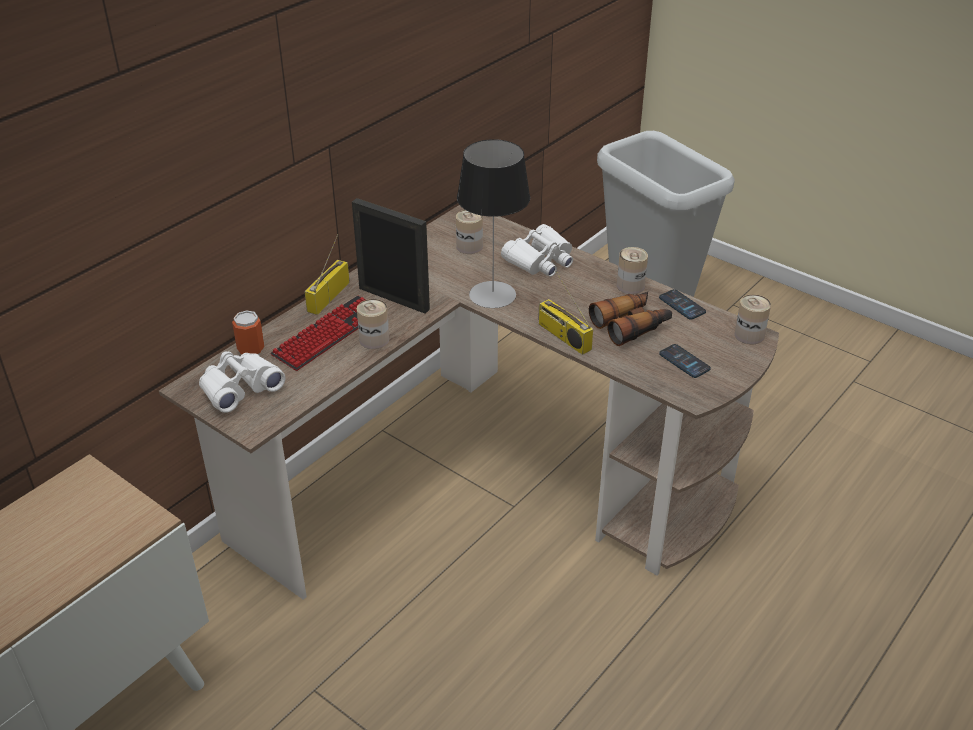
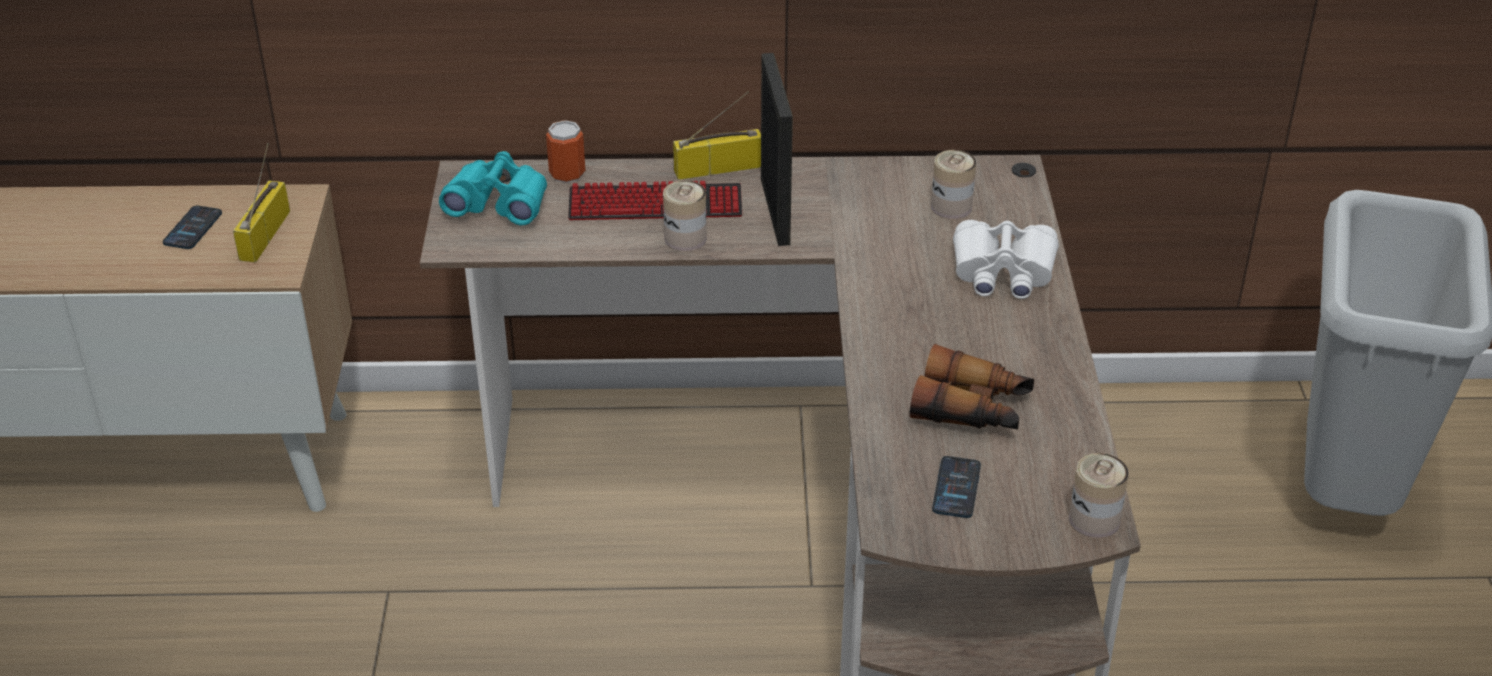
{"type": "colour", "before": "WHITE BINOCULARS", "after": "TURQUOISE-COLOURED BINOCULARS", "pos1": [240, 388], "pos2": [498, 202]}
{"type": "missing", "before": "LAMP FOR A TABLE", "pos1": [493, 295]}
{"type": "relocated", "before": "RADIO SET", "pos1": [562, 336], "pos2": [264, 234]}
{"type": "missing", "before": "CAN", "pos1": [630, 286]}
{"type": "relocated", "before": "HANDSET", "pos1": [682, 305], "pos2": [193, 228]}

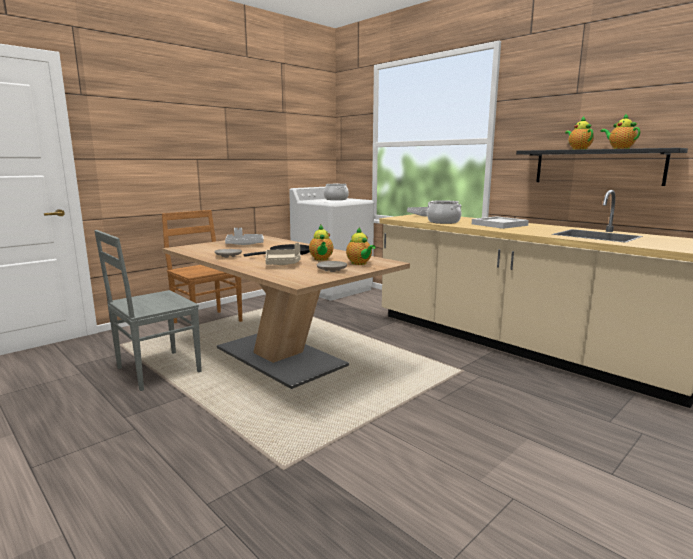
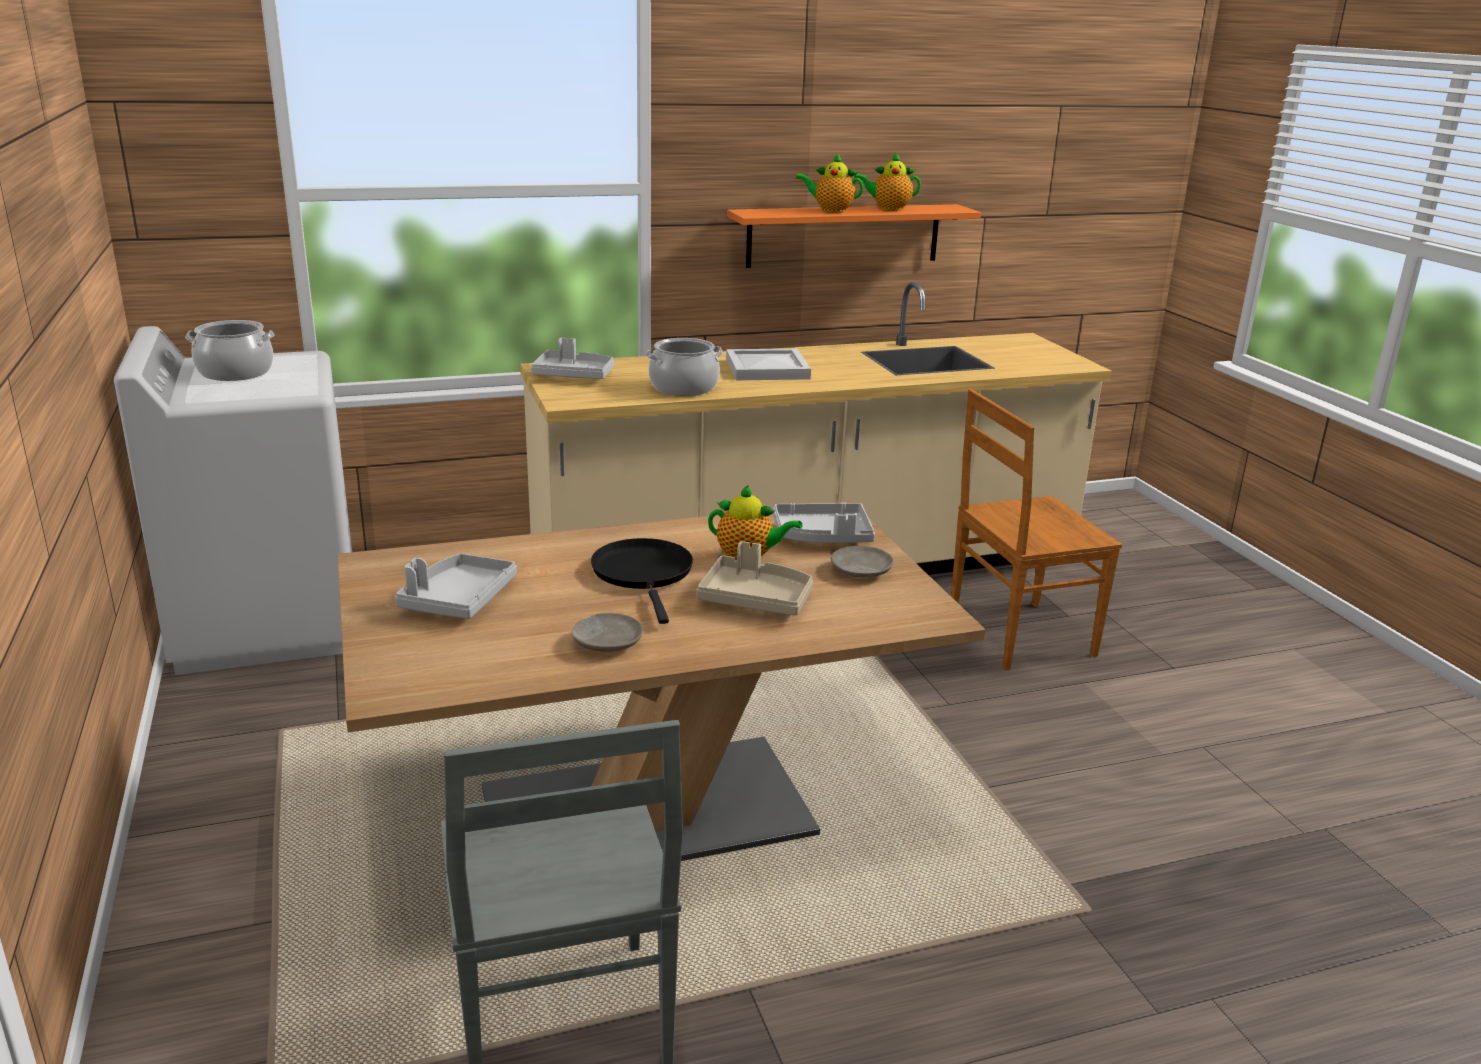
{"type": "relocated", "before": "BROWN UPRIGHT CHAIR", "pos1": [207, 321], "pos2": [1017, 635]}
{"type": "exchanged", "before": "TEAPOT", "after": "GRAY CARRYING TRAY", "pos1": [360, 263], "pos2": [823, 536]}
{"type": "colour", "before": "BLACK BRACKET SHELF", "after": "ORANGEY BRACKET SHELF", "pos1": [597, 167], "pos2": [844, 235]}

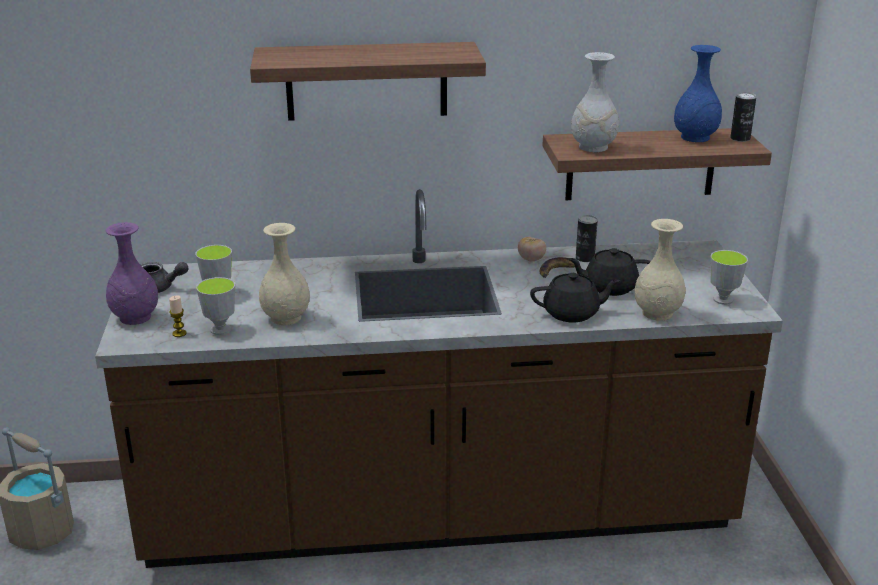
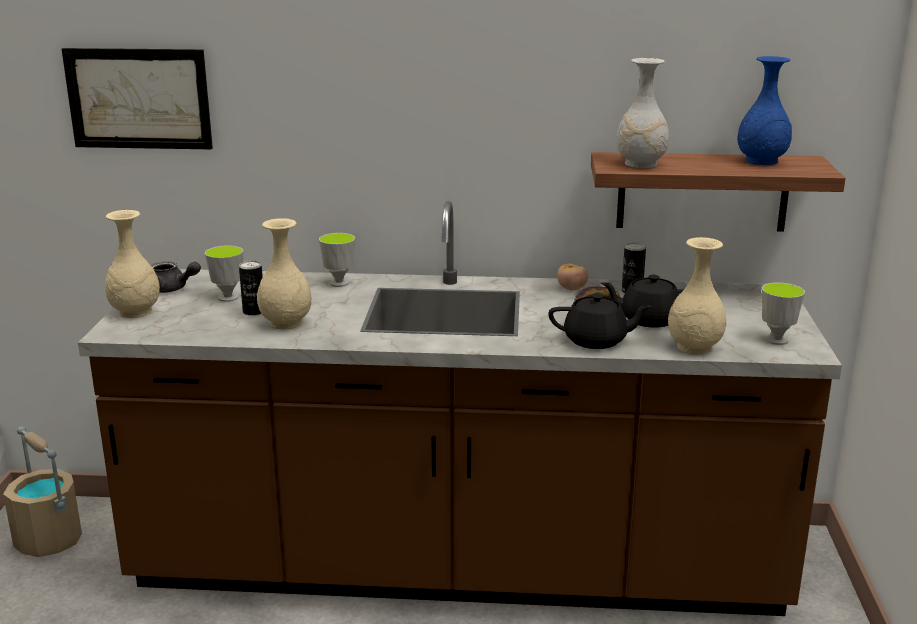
{"type": "colour", "before": "PURPLE VASE", "after": "SAND-COLOURED VASE", "pos1": [134, 317], "pos2": [134, 312]}
{"type": "missing", "before": "WAX CANDLE", "pos1": [179, 333]}
{"type": "relocated", "before": "DRINKING CUP", "pos1": [220, 330], "pos2": [339, 283]}
{"type": "missing", "before": "BRACKET SHELF", "pos1": [366, 81]}
{"type": "relocated", "before": "CAN", "pos1": [740, 138], "pos2": [254, 311]}
{"type": "appeared", "after": "WALL PICTURE", "pos2": [139, 98]}

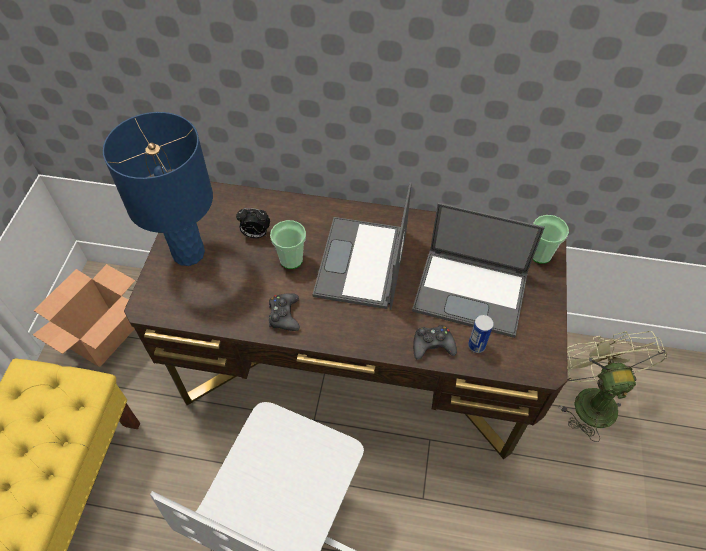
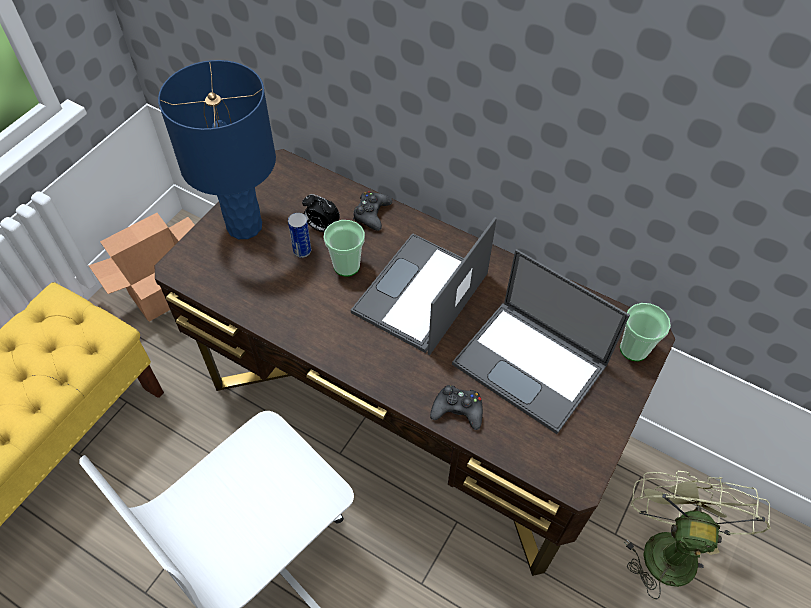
{"type": "relocated", "before": "BLACK GAME CONTROLLER", "pos1": [284, 315], "pos2": [371, 214]}
{"type": "relocated", "before": "CAN", "pos1": [476, 345], "pos2": [302, 251]}

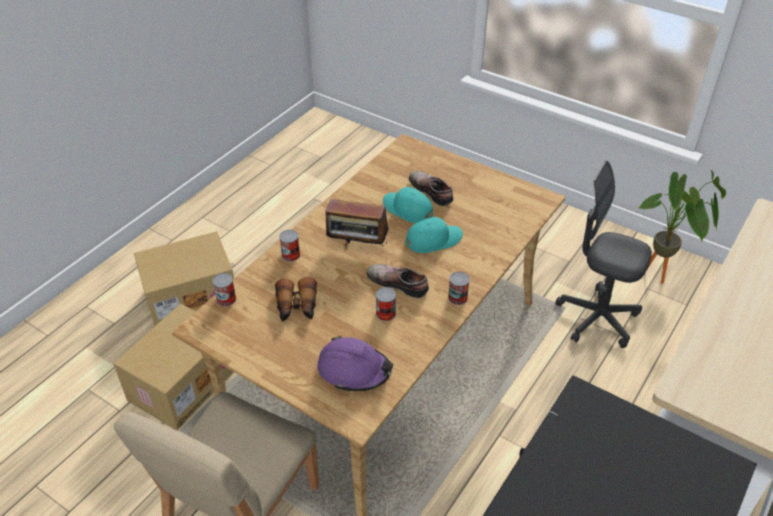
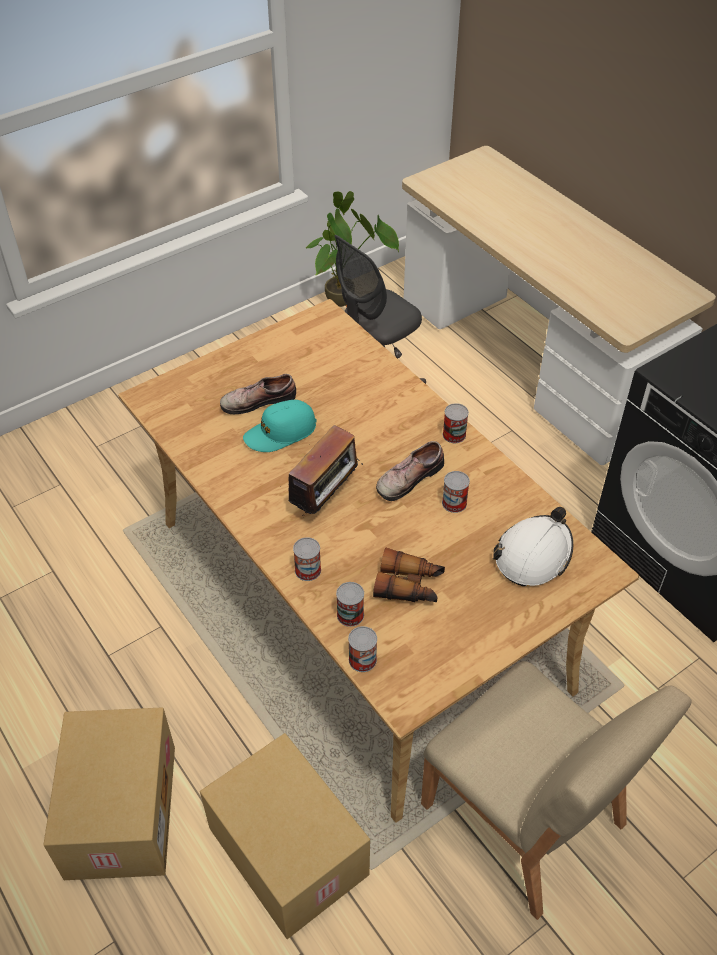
{"type": "colour", "before": "PURPLE SAFETY HELMET", "after": "WHITE SAFETY HELMET", "pos1": [354, 370], "pos2": [533, 555]}
{"type": "missing", "before": "TURQUOISE-COLOURED PEAKED CAP", "pos1": [433, 240]}
{"type": "appeared", "after": "CAN", "pos2": [350, 615]}

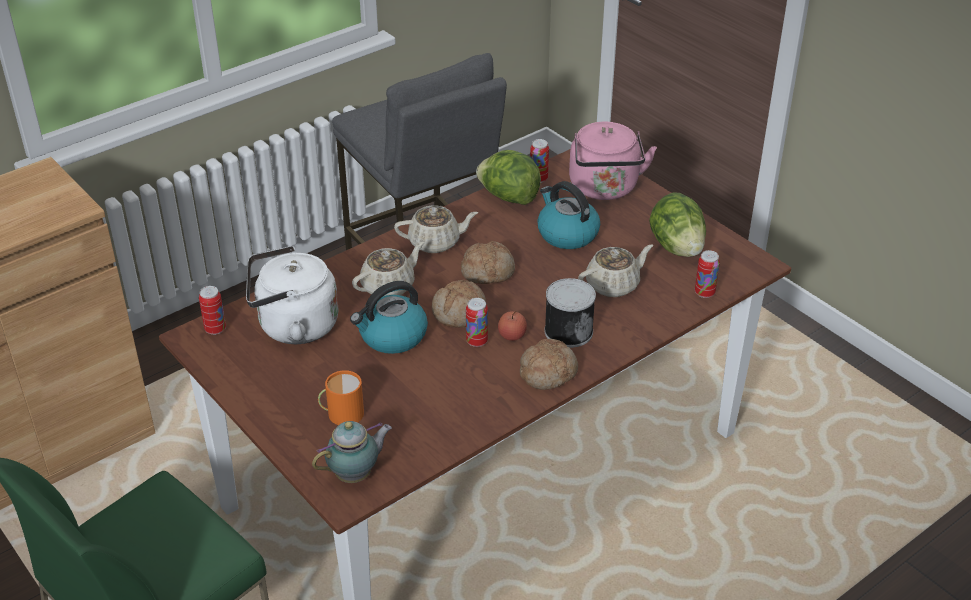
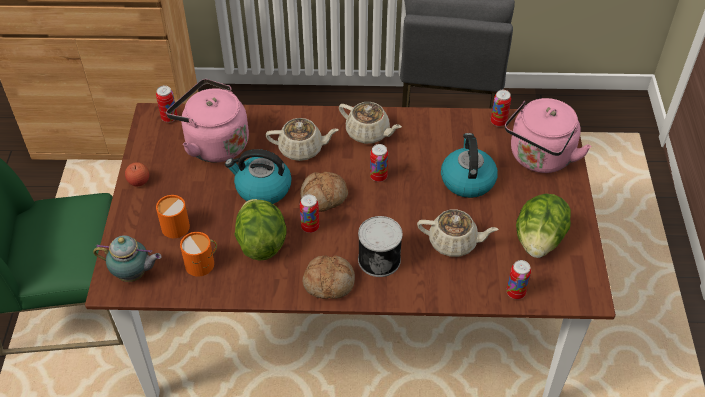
{"type": "colour", "before": "WHITE WATER KETTLE", "after": "PINK-COLOURED WATER KETTLE", "pos1": [293, 326], "pos2": [213, 143]}
{"type": "exchanged", "before": "BREAD", "after": "CAN", "pos1": [488, 271], "pos2": [378, 177]}
{"type": "relocated", "before": "LETTUCE", "pos1": [508, 197], "pos2": [261, 242]}
{"type": "relocated", "before": "WHOLE APPLE", "pos1": [512, 336], "pos2": [139, 181]}
{"type": "appeared", "after": "ORANGEY COFFEE MUG", "pos2": [203, 263]}

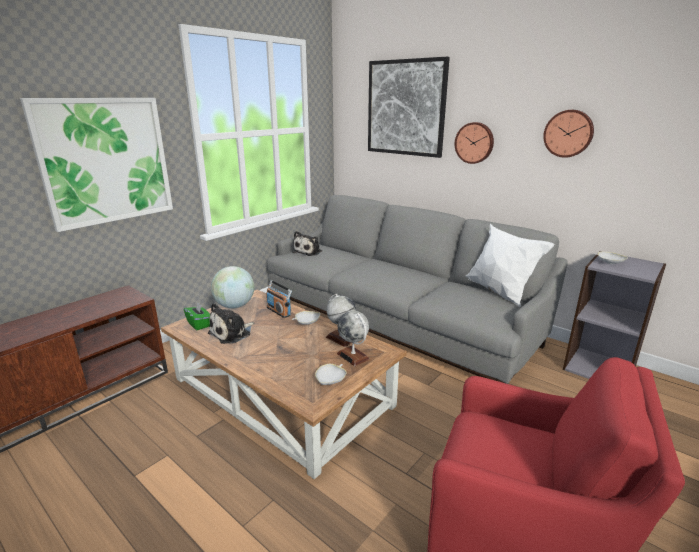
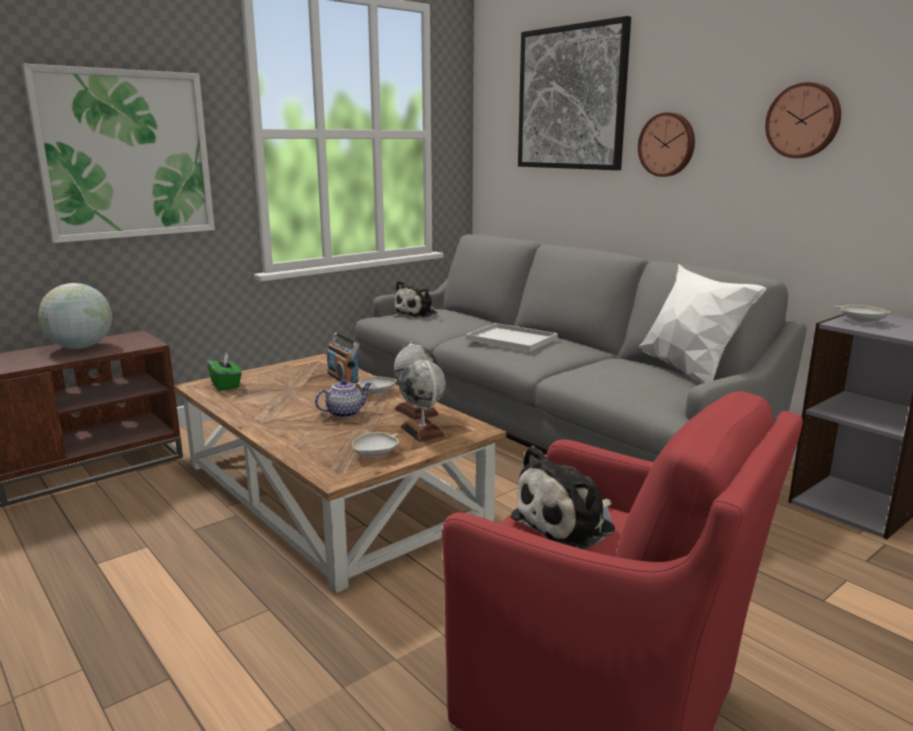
{"type": "relocated", "before": "PLUSH TOY", "pos1": [232, 333], "pos2": [568, 523]}
{"type": "relocated", "before": "GLOBE", "pos1": [235, 306], "pos2": [80, 347]}
{"type": "appeared", "after": "TEAPOT", "pos2": [345, 413]}
{"type": "appeared", "after": "WHITE CARRYING TRAY", "pos2": [513, 339]}

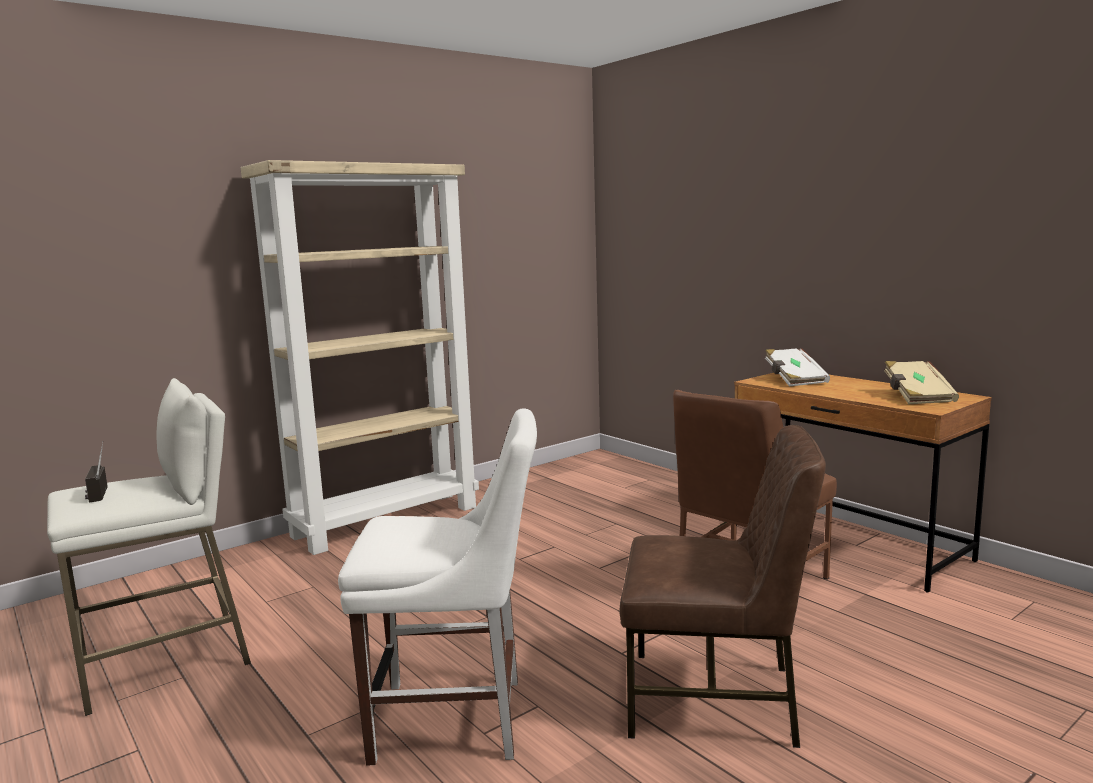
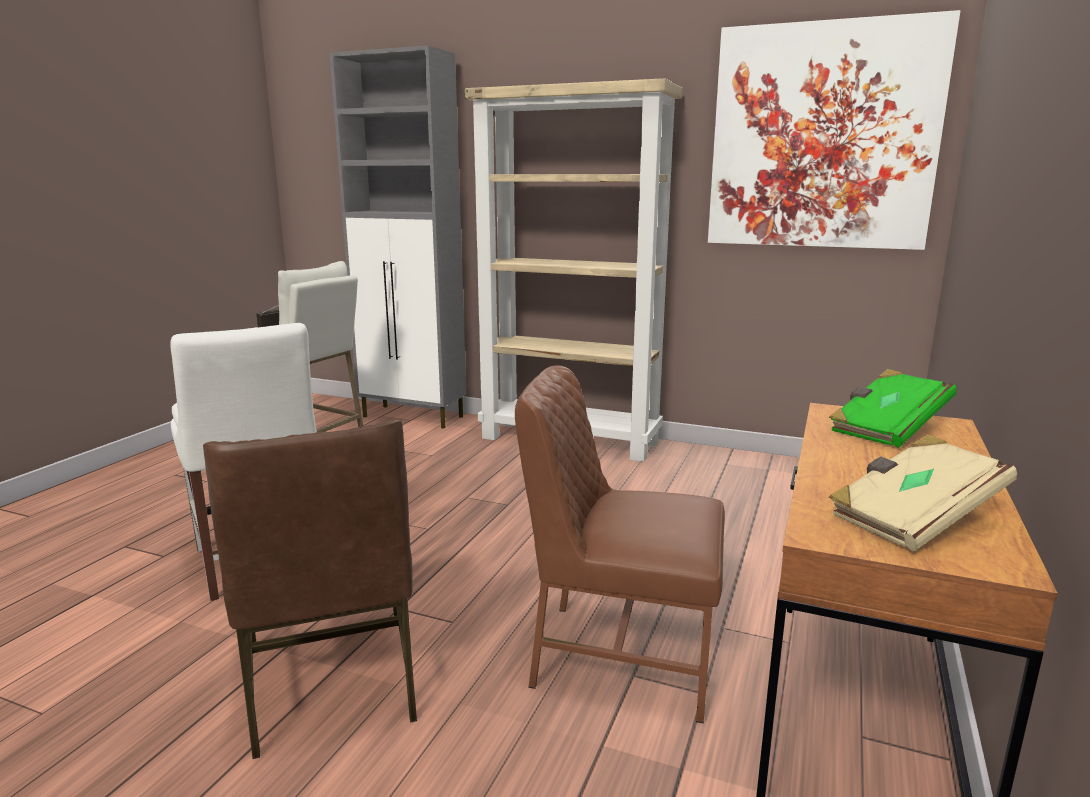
{"type": "colour", "before": "WHITE BOOK", "after": "GREEN-COLOURED BOOK", "pos1": [794, 380], "pos2": [886, 429]}
{"type": "appeared", "after": "GRAY CABINET", "pos2": [414, 417]}
{"type": "appeared", "after": "WALL PICTURE", "pos2": [822, 138]}

